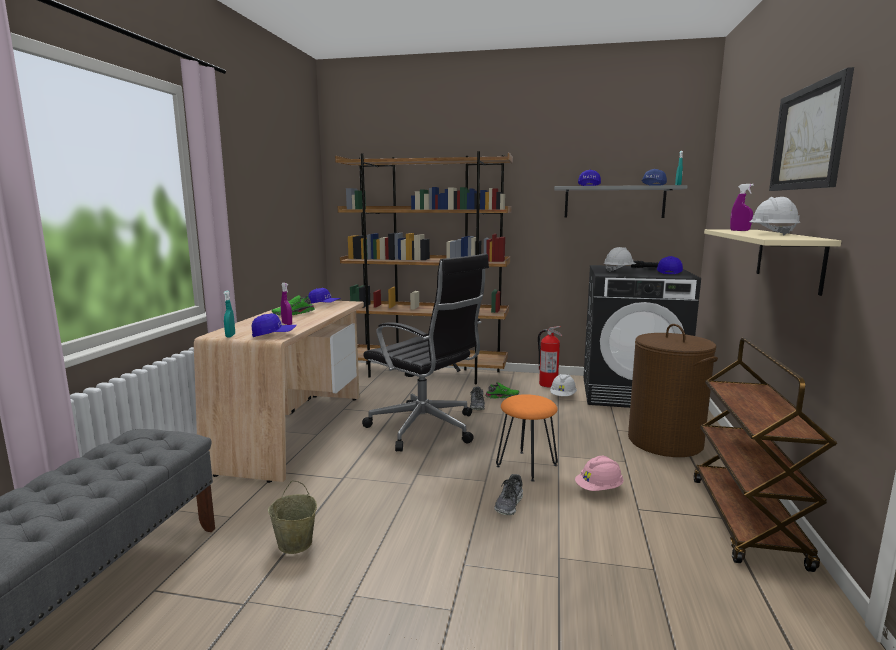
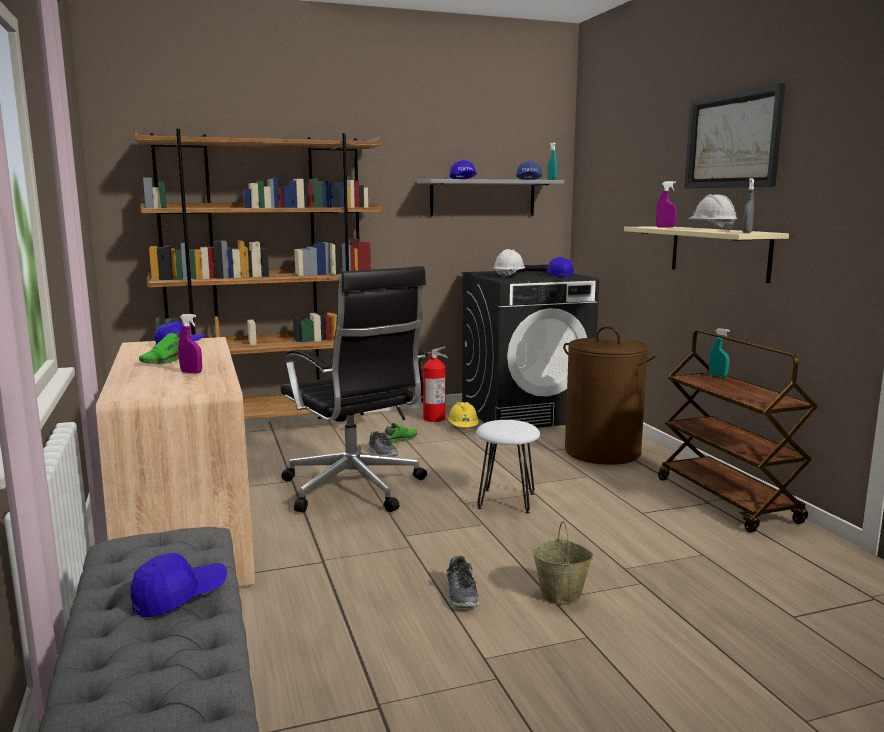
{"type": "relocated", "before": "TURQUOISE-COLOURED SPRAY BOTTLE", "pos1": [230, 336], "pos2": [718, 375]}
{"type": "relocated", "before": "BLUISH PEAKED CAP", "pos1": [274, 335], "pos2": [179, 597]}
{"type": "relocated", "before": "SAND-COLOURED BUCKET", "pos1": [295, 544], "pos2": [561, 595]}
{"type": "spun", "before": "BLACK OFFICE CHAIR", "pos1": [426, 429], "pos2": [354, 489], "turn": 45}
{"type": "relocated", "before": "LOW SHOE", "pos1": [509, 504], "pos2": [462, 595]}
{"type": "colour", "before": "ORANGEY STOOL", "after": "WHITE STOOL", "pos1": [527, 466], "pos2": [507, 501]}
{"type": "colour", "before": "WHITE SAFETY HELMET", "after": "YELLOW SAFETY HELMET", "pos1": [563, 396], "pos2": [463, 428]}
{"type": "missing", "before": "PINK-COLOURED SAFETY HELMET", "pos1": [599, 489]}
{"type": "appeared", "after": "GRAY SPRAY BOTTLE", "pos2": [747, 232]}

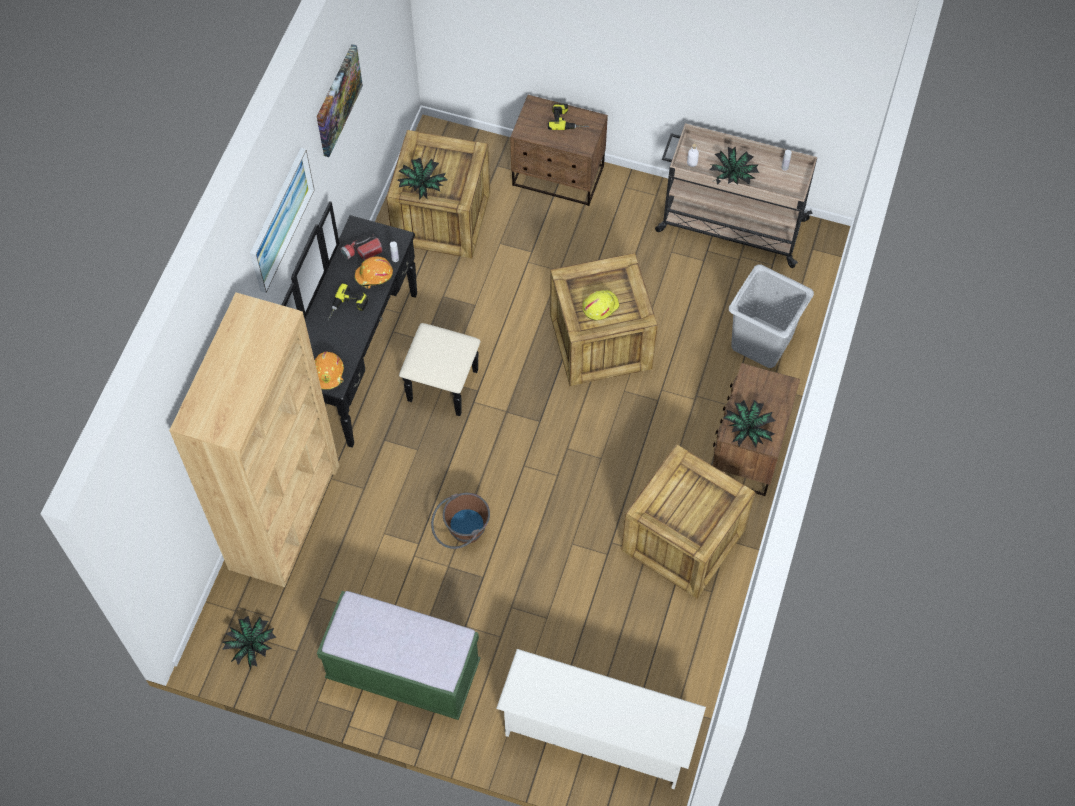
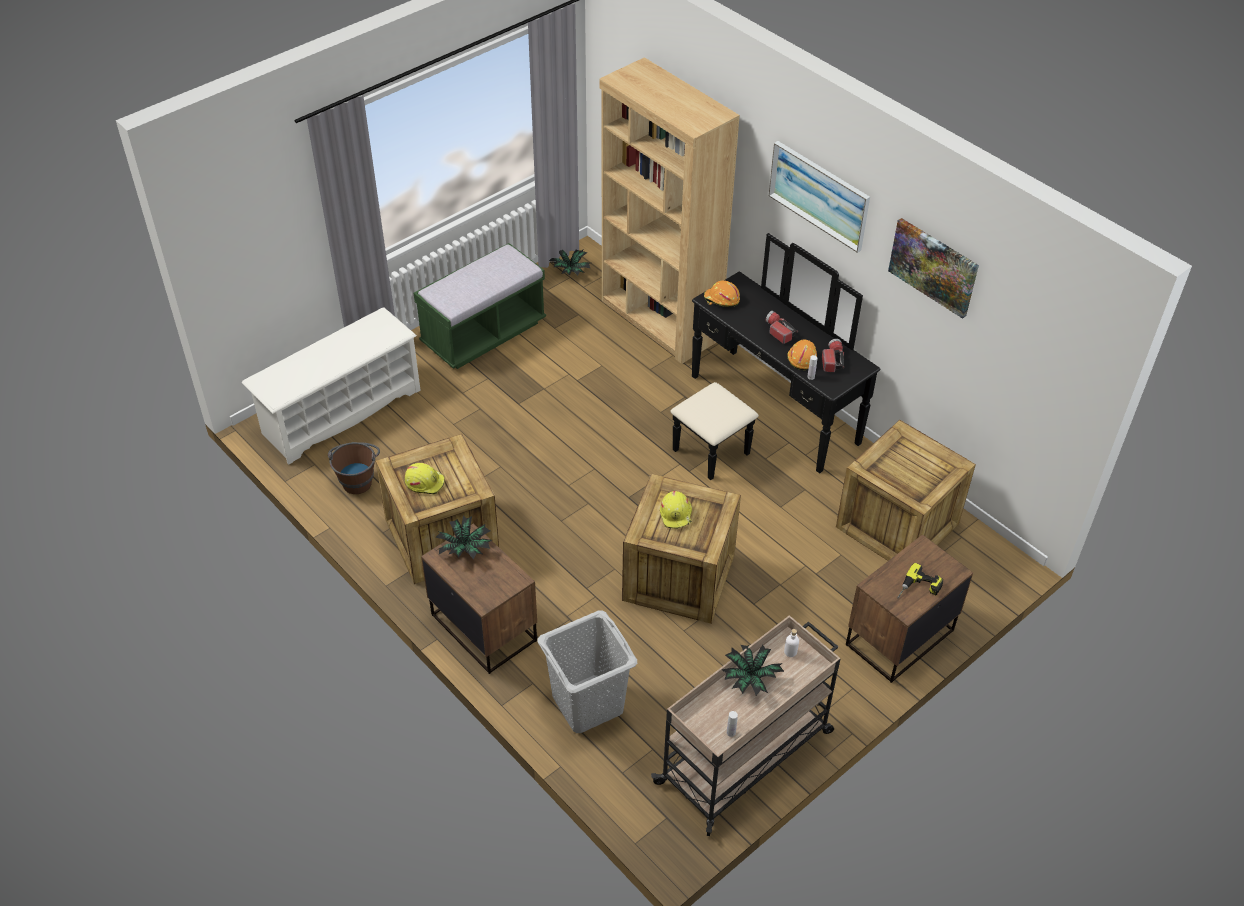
{"type": "exchanged", "before": "POWER DRILL", "after": "FLASHLIGHT", "pos1": [347, 308], "pos2": [778, 331]}
{"type": "missing", "before": "PLANT IN A POT", "pos1": [422, 185]}
{"type": "relocated", "before": "BROWN BUCKET", "pos1": [461, 533], "pos2": [357, 478]}
{"type": "appeared", "after": "YELLOW SAFETY HELMET", "pos2": [425, 482]}

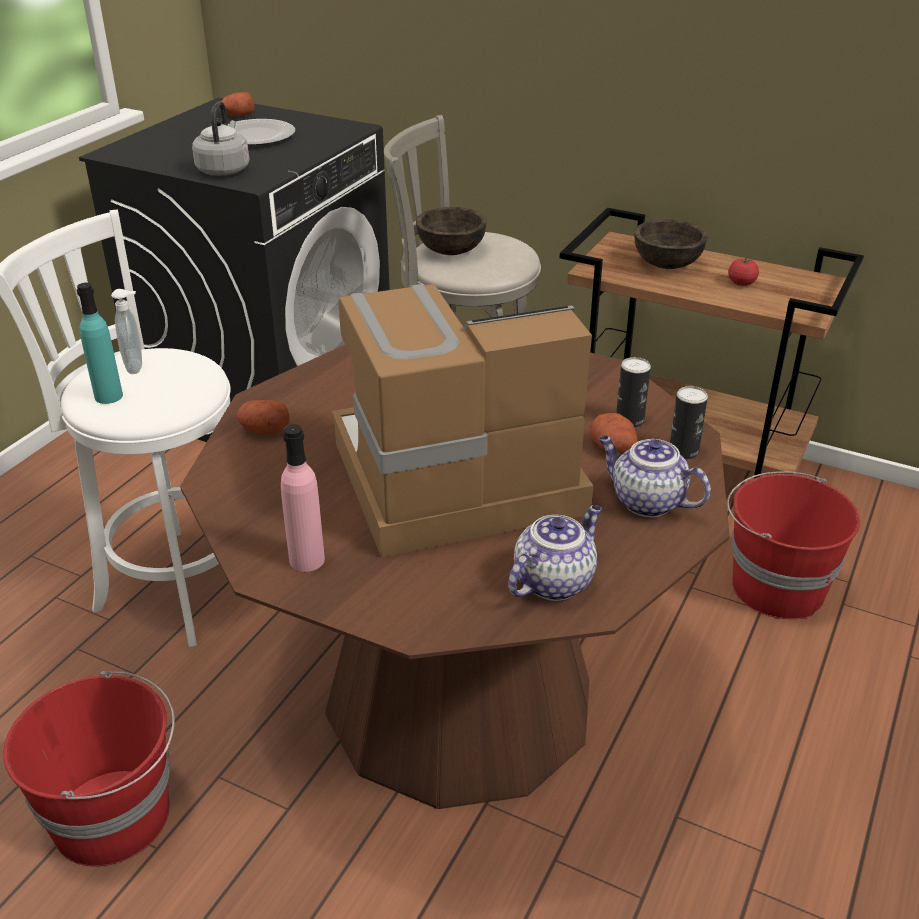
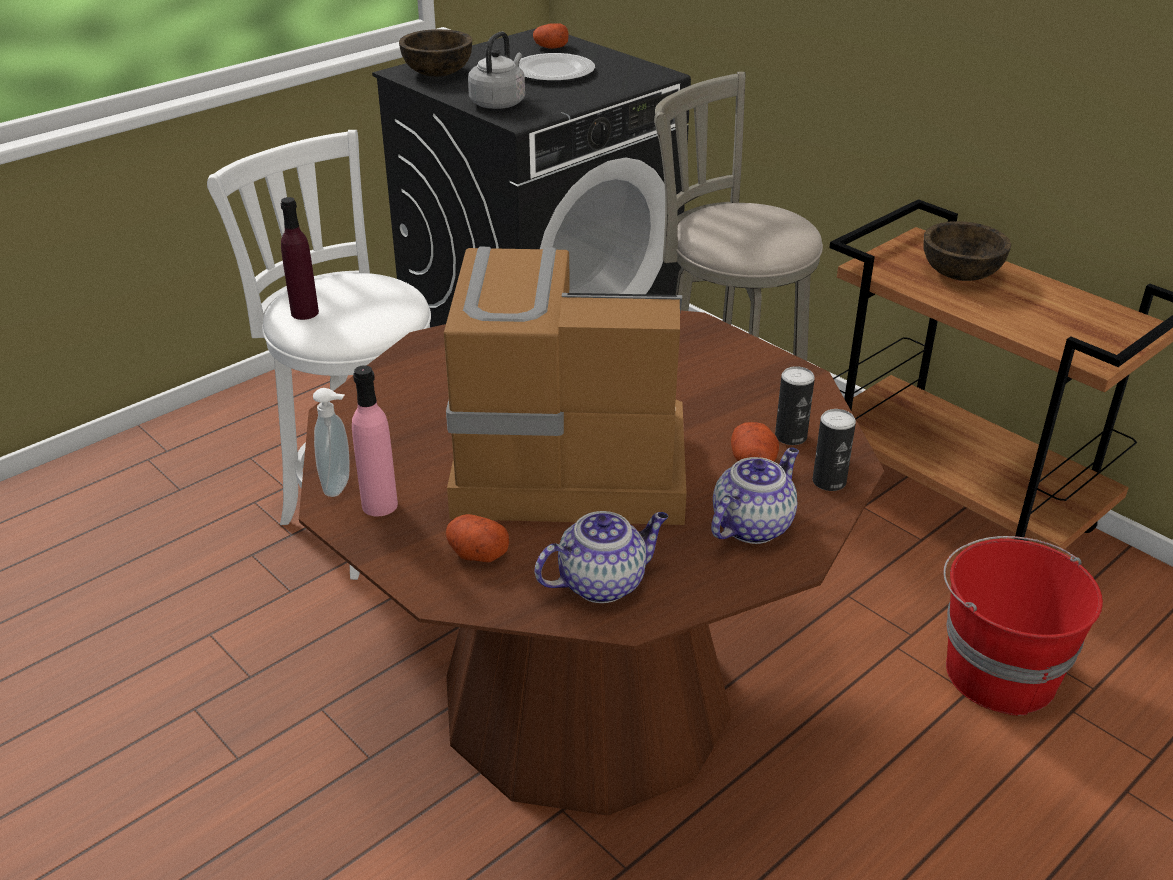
{"type": "missing", "before": "RED-COLOURED BUCKET", "pos1": [114, 815]}
{"type": "colour", "before": "TURQUOISE-COLOURED BOTTLE", "after": "PURPLE BOTTLE", "pos1": [108, 396], "pos2": [305, 312]}
{"type": "relocated", "before": "LIQUID SOAP BOTTLE", "pos1": [136, 367], "pos2": [340, 486]}
{"type": "relocated", "before": "SPUD", "pos1": [263, 430], "pos2": [476, 553]}
{"type": "relocated", "before": "BROWN DEEP DISH", "pos1": [451, 250], "pos2": [437, 73]}
{"type": "spun", "before": "TEAPOT", "pos1": [646, 501], "pos2": [752, 525], "turn": 75}
{"type": "missing", "before": "TOMATO", "pos1": [741, 283]}

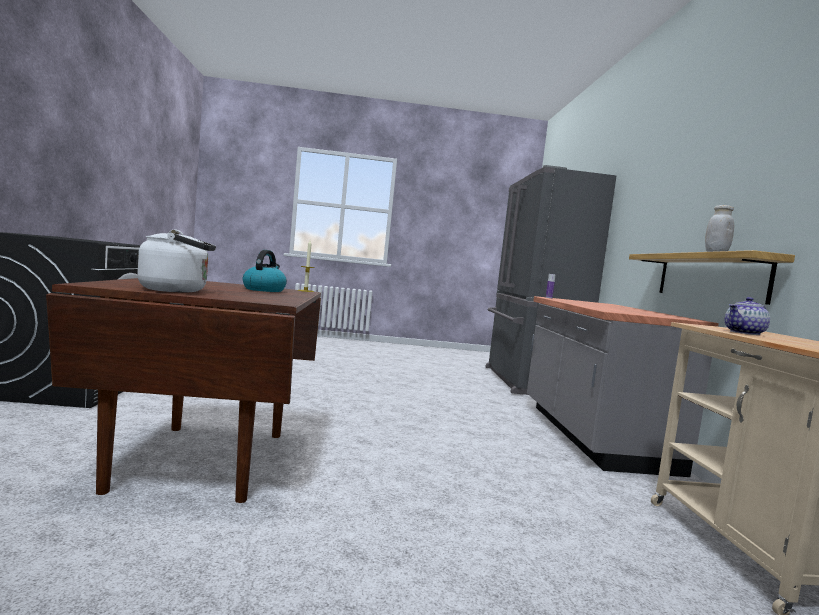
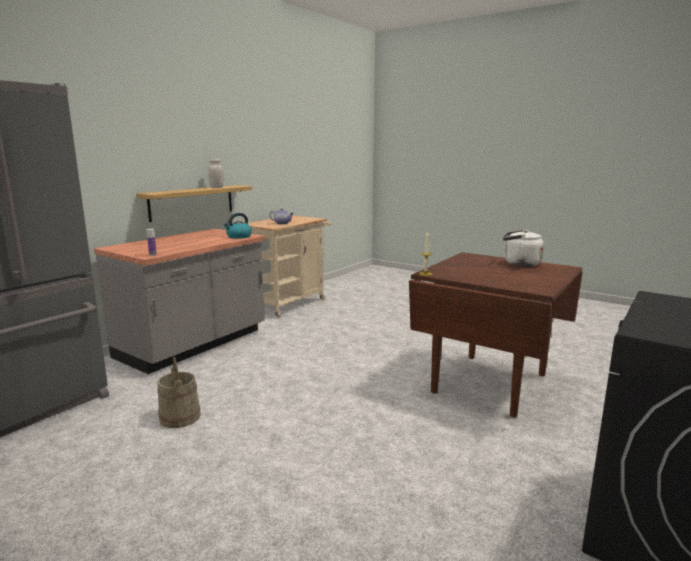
{"type": "relocated", "before": "WATER KETTLE", "pos1": [264, 290], "pos2": [239, 236]}
{"type": "appeared", "after": "SAND-COLOURED BUCKET", "pos2": [179, 417]}

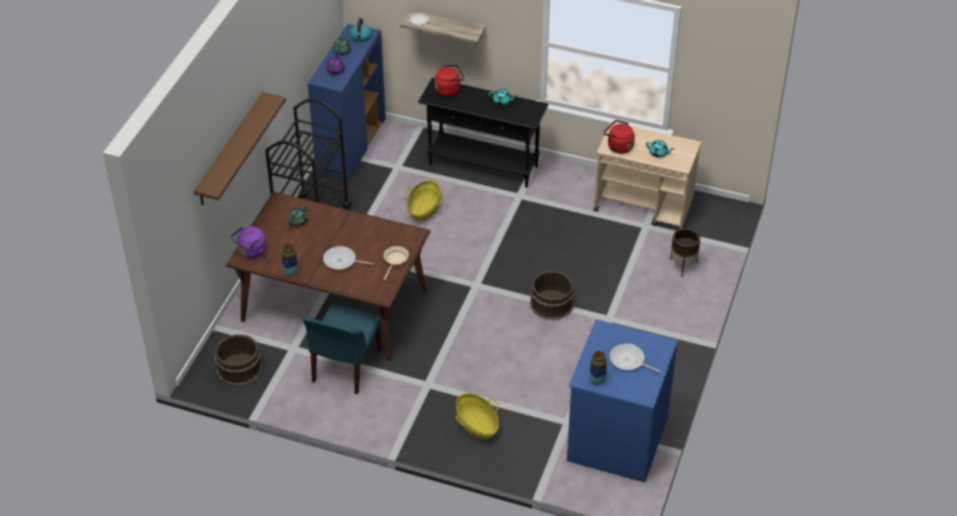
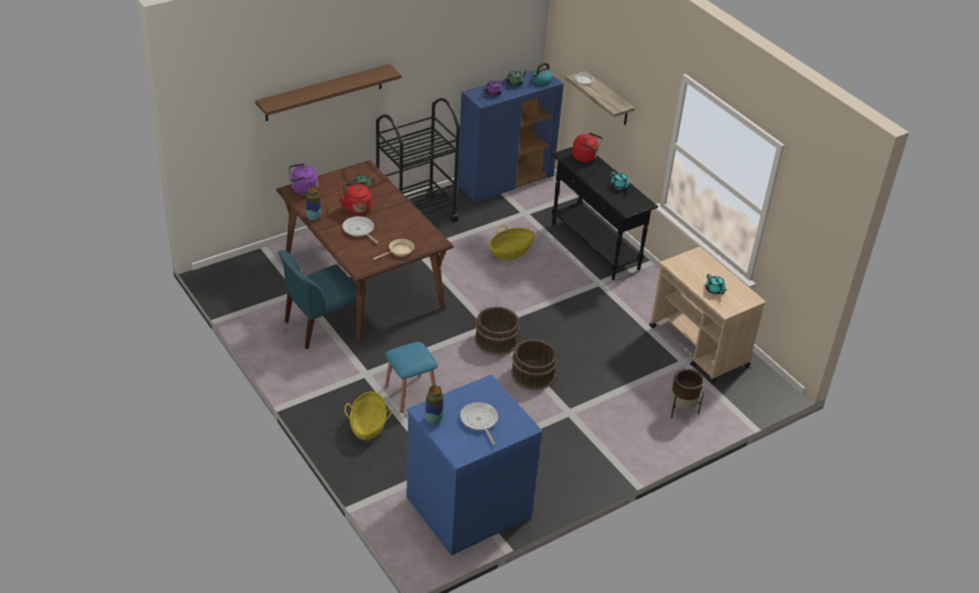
{"type": "relocated", "before": "BROWN BUCKET", "pos1": [239, 368], "pos2": [496, 340]}
{"type": "relocated", "before": "RED-COLOURED WATER KETTLE", "pos1": [618, 146], "pos2": [357, 207]}
{"type": "appeared", "after": "BLUISH STOOL", "pos2": [410, 393]}

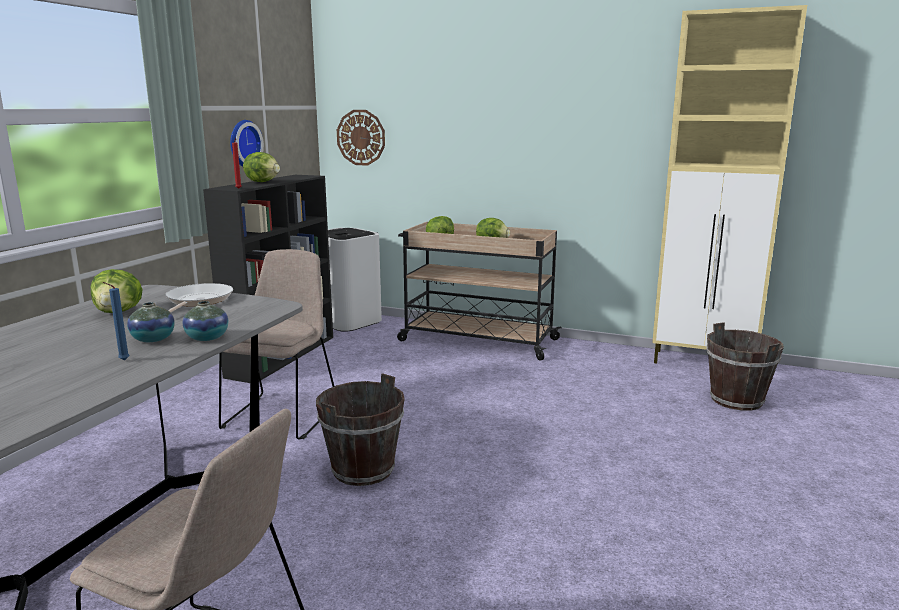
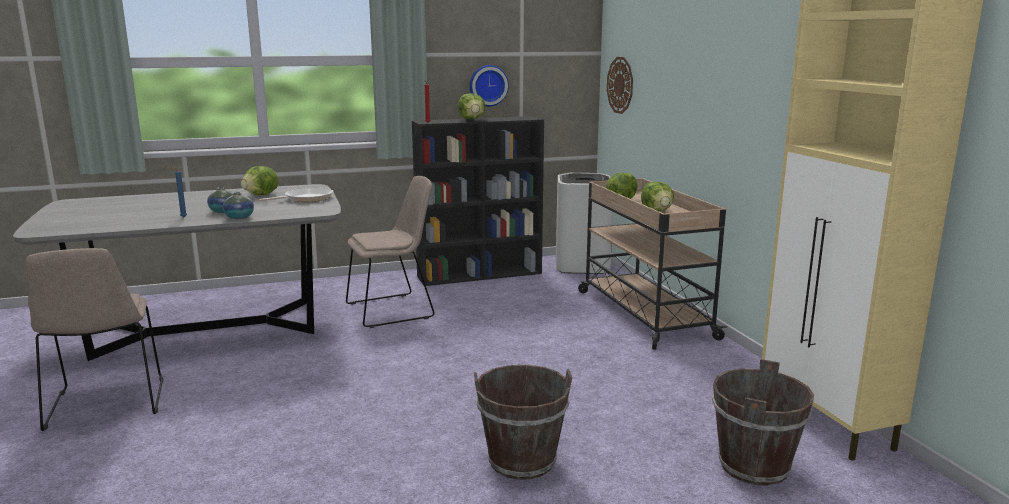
{"type": "relocated", "before": "BROWN BUCKET", "pos1": [363, 470], "pos2": [521, 461]}

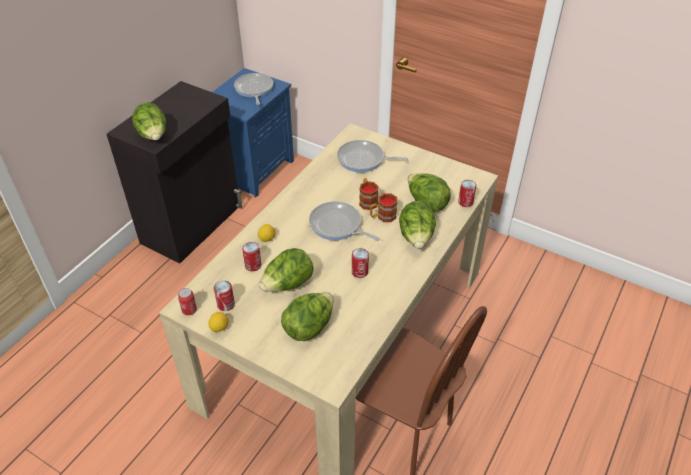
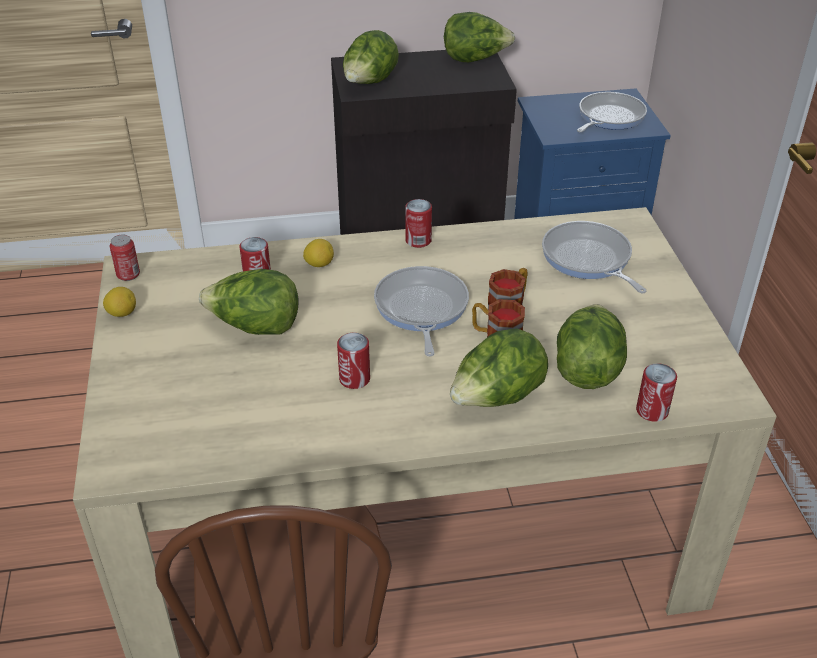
{"type": "relocated", "before": "CAN", "pos1": [226, 304], "pos2": [418, 240]}
{"type": "relocated", "before": "LETTUCE", "pos1": [309, 327], "pos2": [475, 59]}

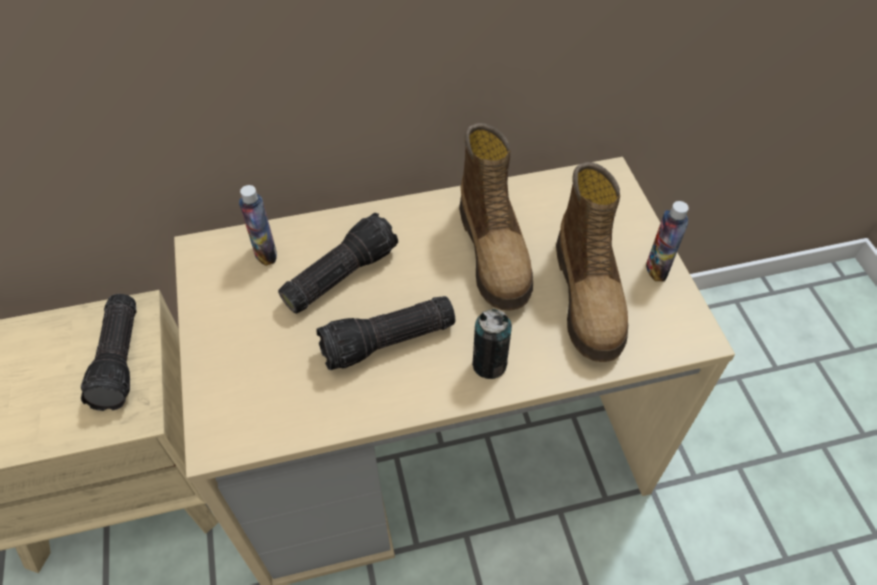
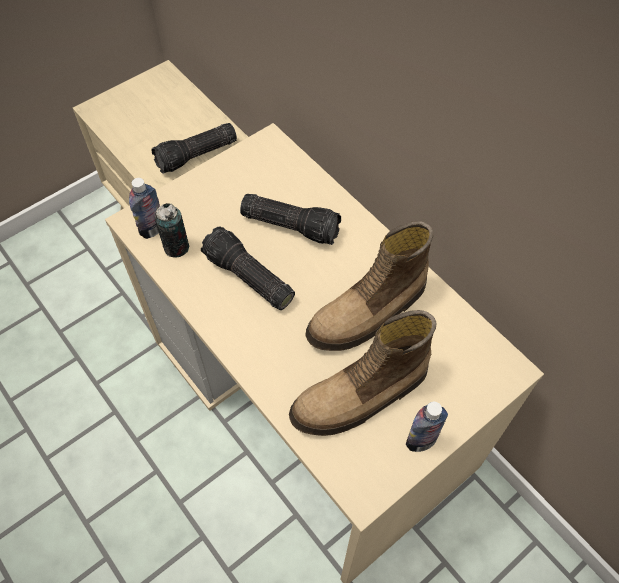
{"type": "relocated", "before": "BOTTLE", "pos1": [265, 253], "pos2": [152, 229]}
{"type": "relocated", "before": "CAN", "pos1": [489, 364], "pos2": [176, 247]}

